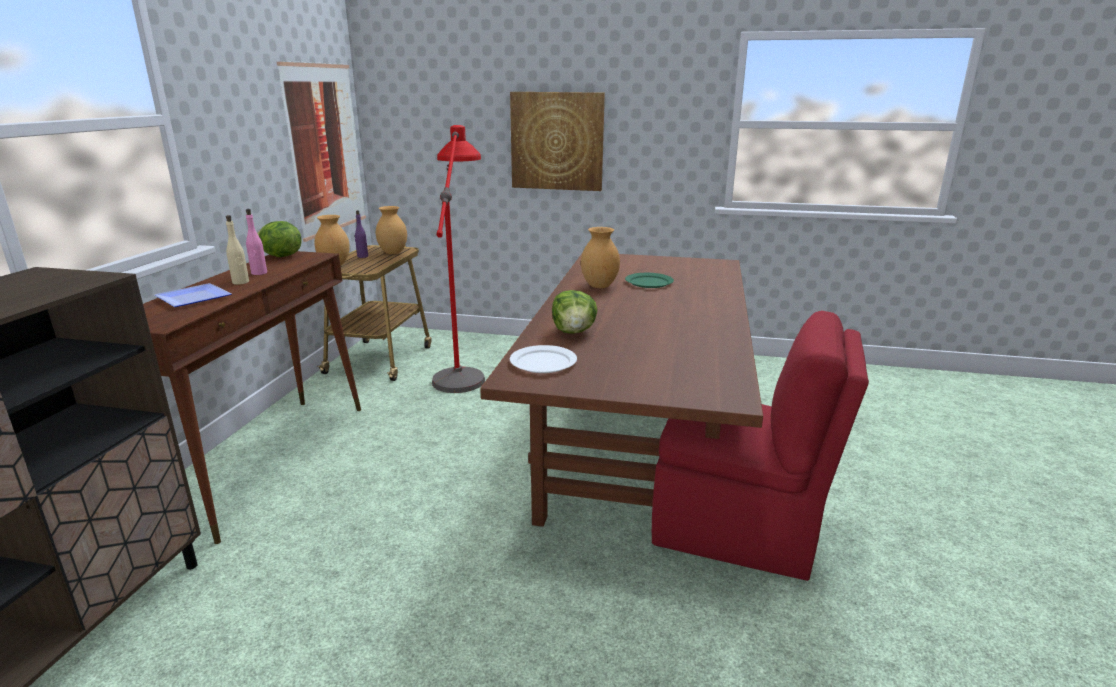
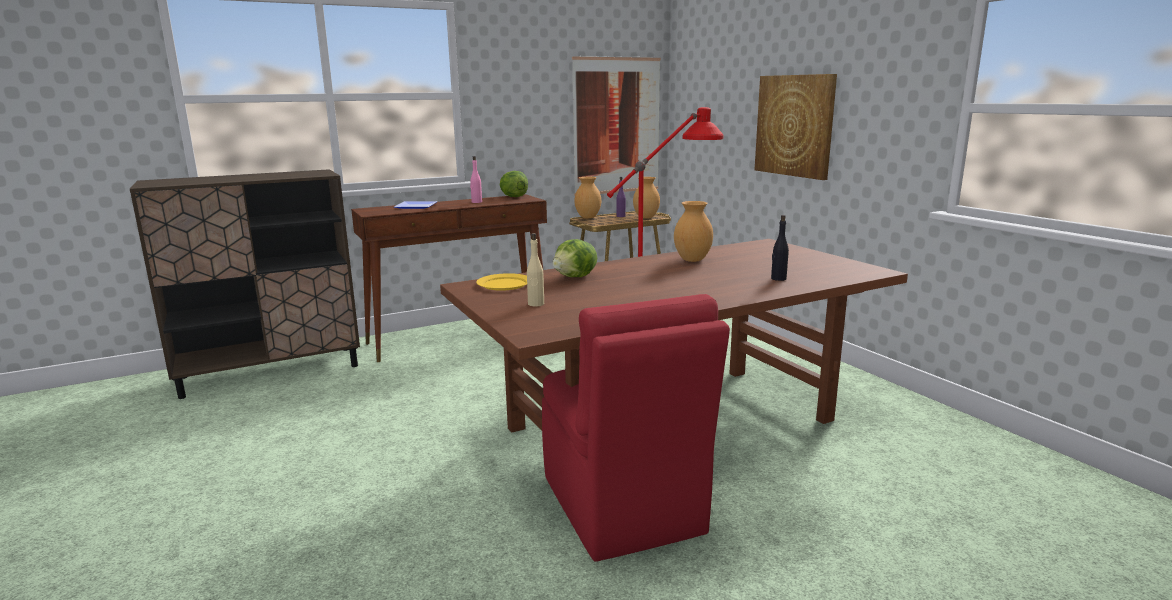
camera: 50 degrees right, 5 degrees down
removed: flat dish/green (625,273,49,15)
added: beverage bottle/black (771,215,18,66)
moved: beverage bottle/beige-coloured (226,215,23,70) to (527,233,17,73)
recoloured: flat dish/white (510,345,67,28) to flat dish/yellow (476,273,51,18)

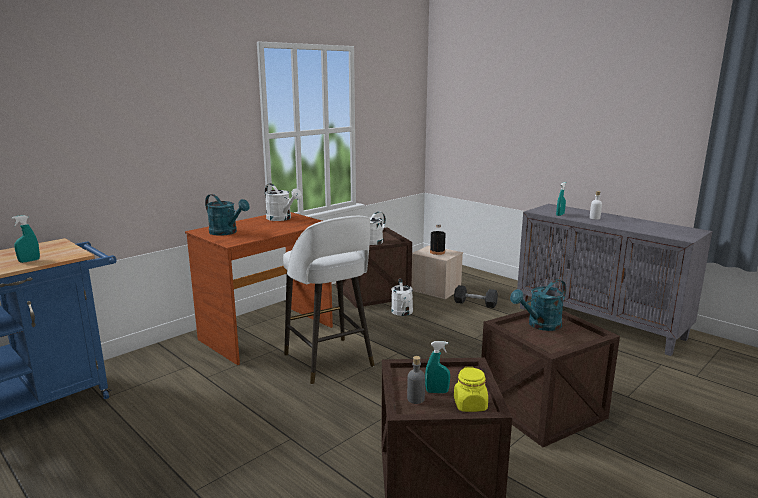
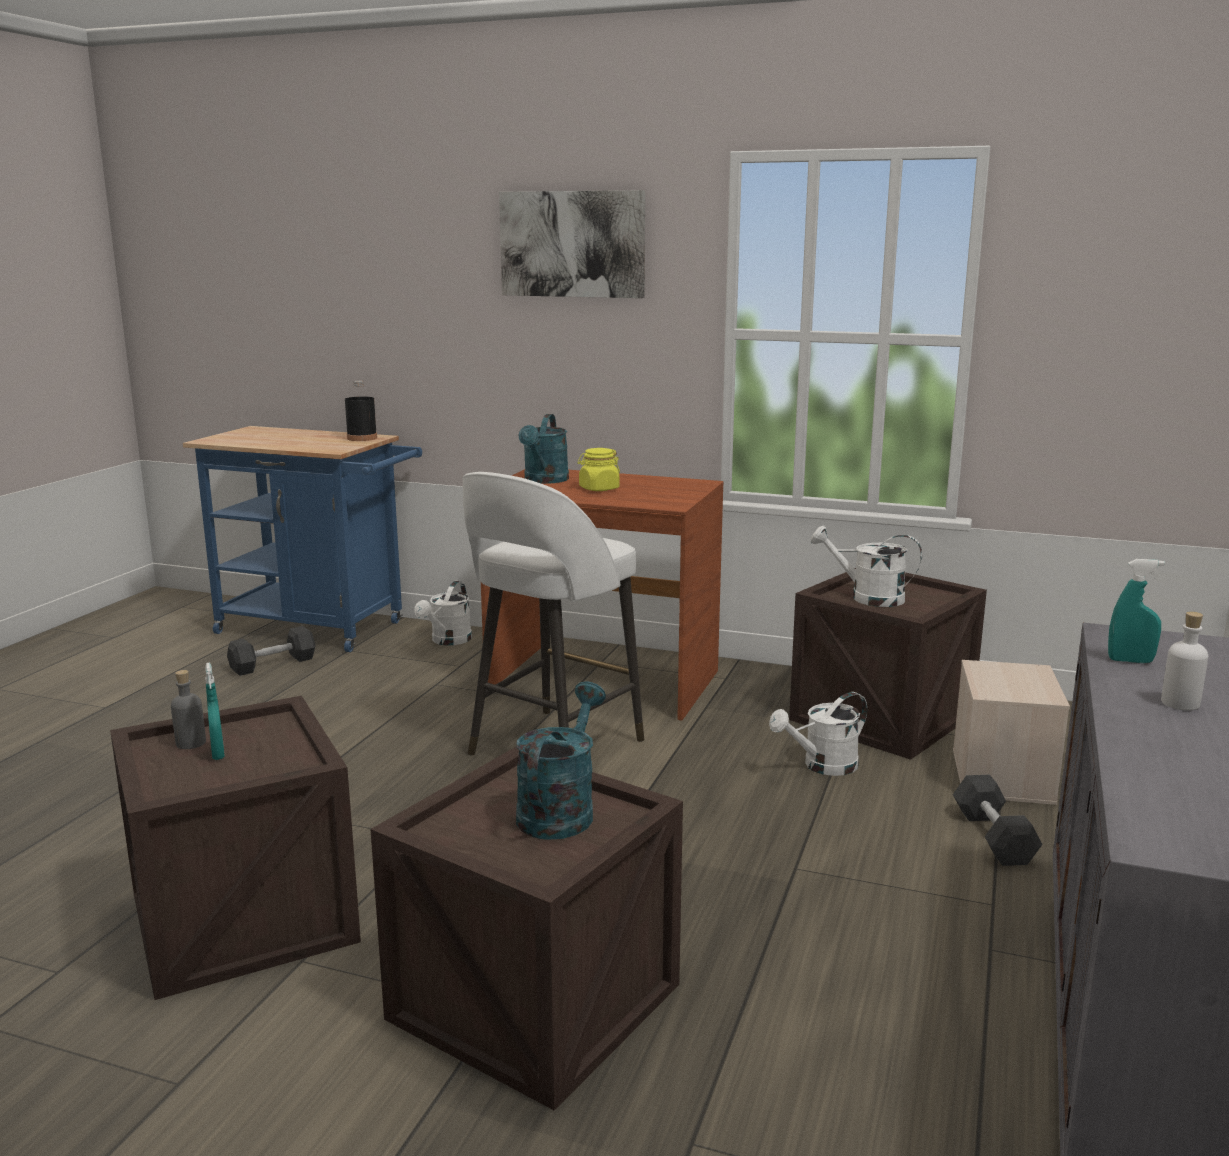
camera: 65 degrees right, 0 degrees up
removed: hand sprayer/blue-green (12,215,28,48)
added: dumbbell/grey (227,626,88,50); wall art (499,190,146,108)
moved: beverage bottle/black (430,224,16,31) to (345,381,32,60); sprinkling can/white (265,183,37,38) to (414,581,58,64); preserve jar/yellow (454,367,34,45) to (578,448,42,43)
turned: sprinkling can/blue-green (510,279,56,52) = (516,682,90,158) 75 degrees clockwise

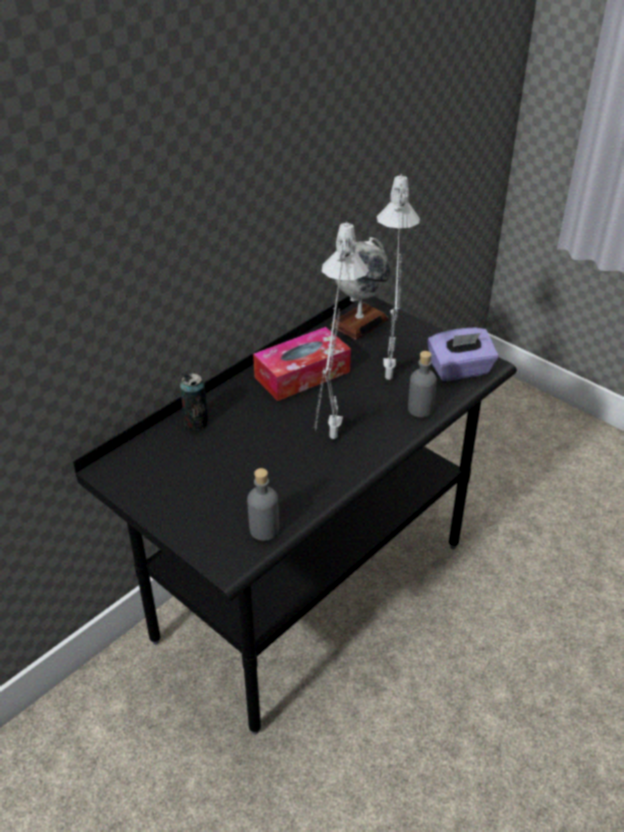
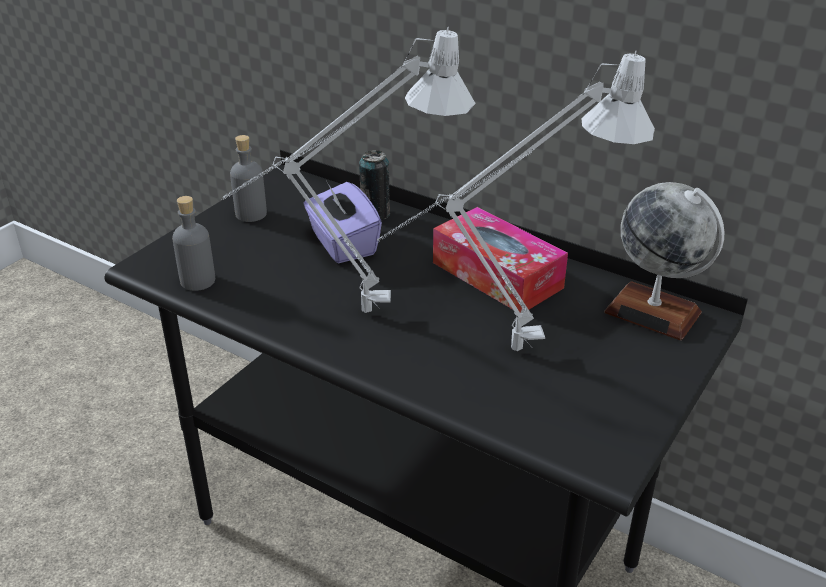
camera: 80 degrees right, 5 degrees down
moved: beverage bottle/grey (408,351,29,66) to (230,135,37,87); tissue box/purple (427,328,71,53) to (303,182,79,81)

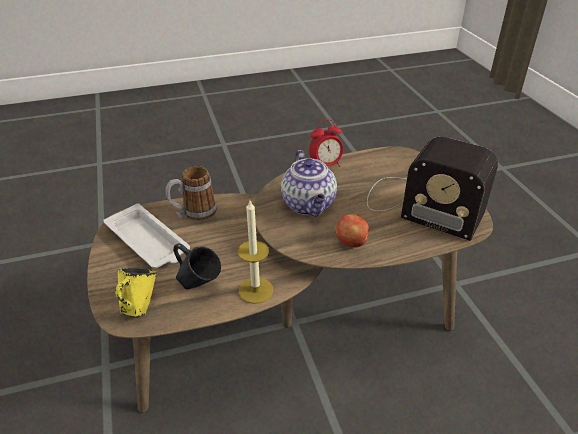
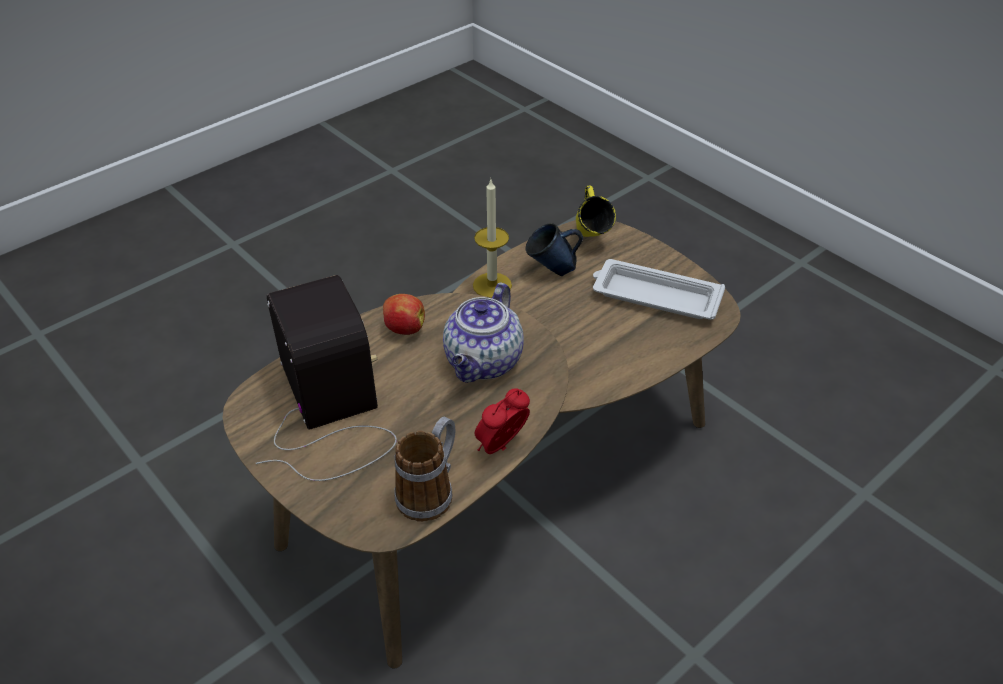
camera: 155 degrees right, 5 degrees up
moved: mug (165,166,52,54) to (395,417,60,105)
turned: radio set (367,137,131,104) = (256,275,141,206) 60 degrees clockwise; teapot (281,150,56,66) = (443,283,81,100) 120 degrees counterclockwise

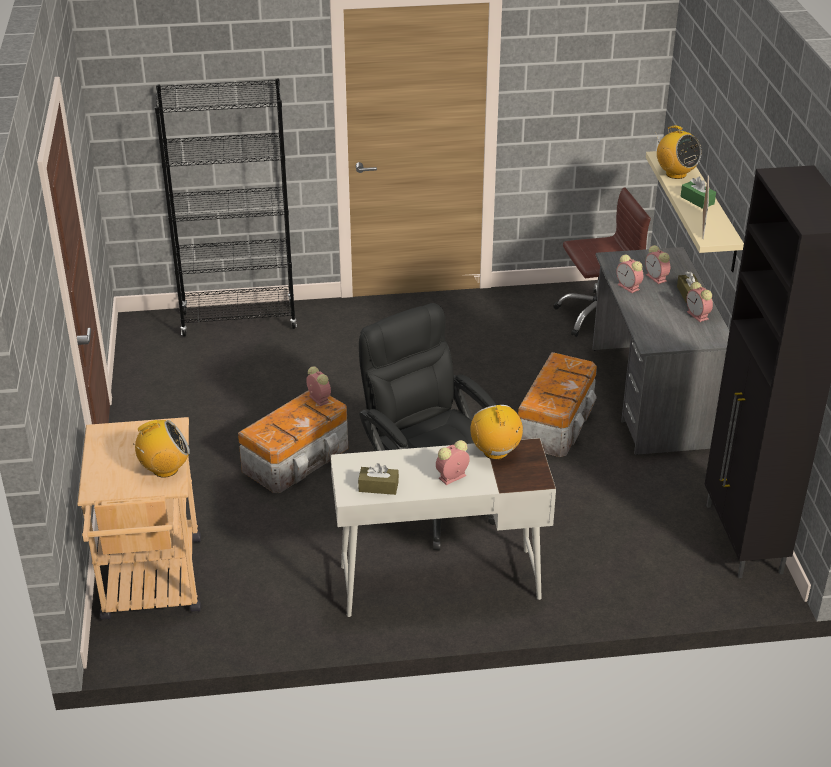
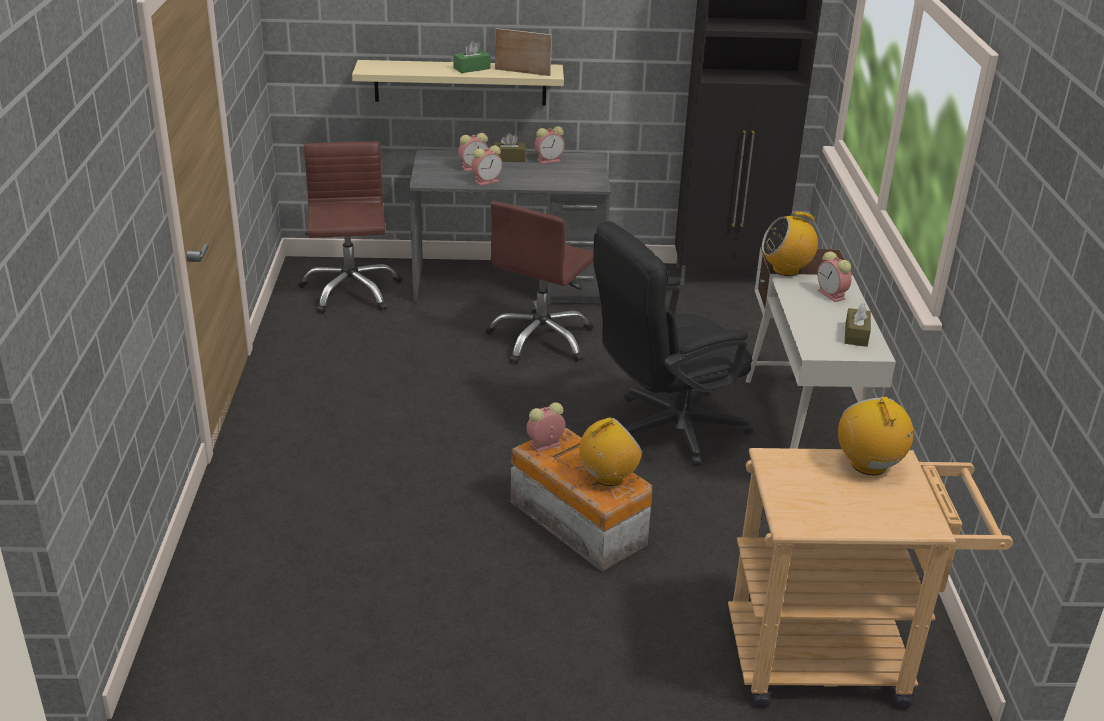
camera: 85 degrees left, 5 degrees down
removed: shelving unit/black (155,78,142,259)
moved: radio set (655,126,47,53) to (579,417,64,69)
replaced: storage bin (518,352,79,105) to office chair/brown-coloured (485,201,109,163)

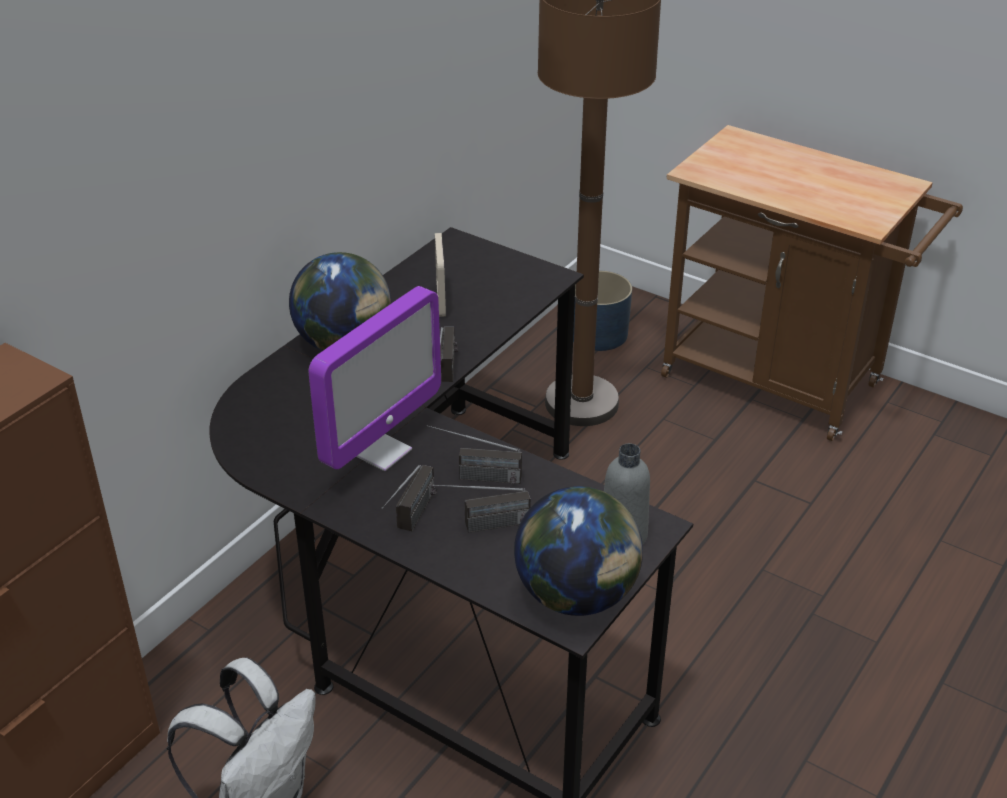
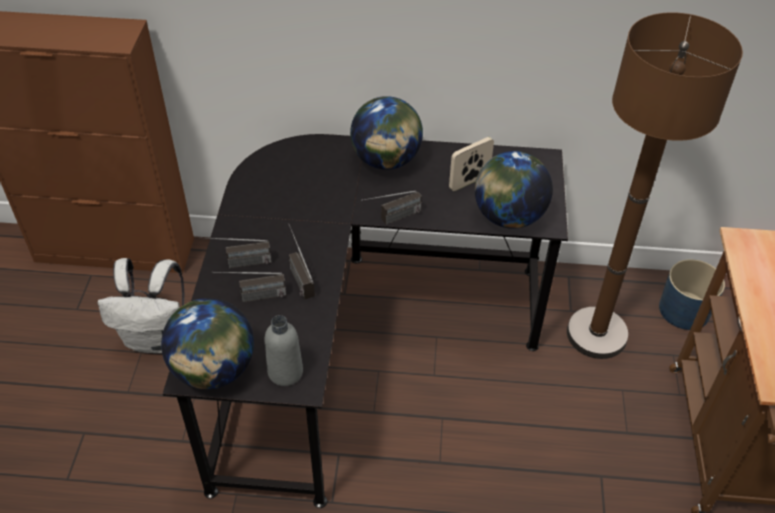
camera: 60 degrees right, 10 degrees up
removed: monitor (309,286,132,185)
added: desk globe (475,151,78,78)
turned: radio set (429,484,102,49) = (212,272,74,30) 60 degrees counterclockwise

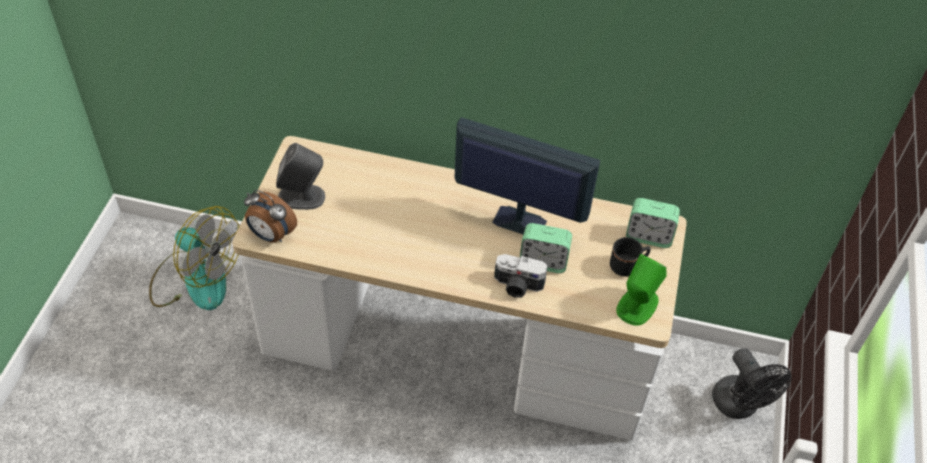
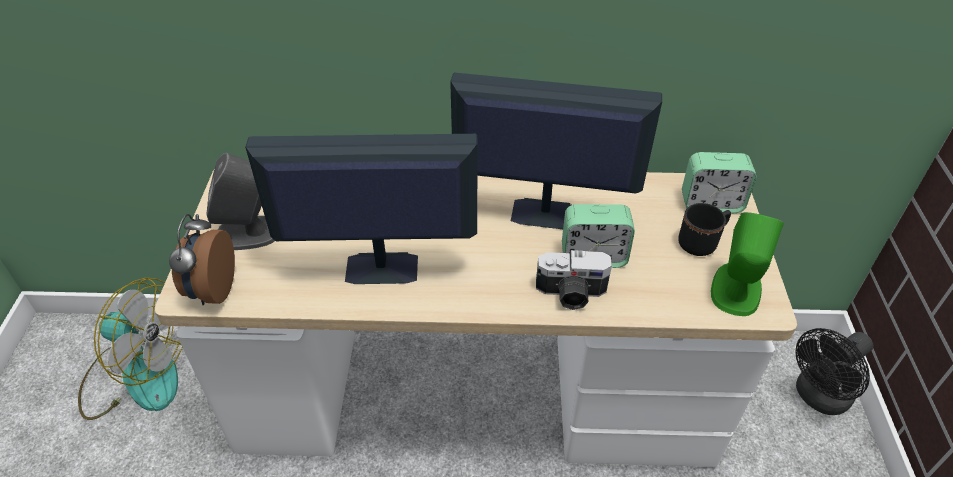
camera: 10 degrees left, 5 degrees down
added: monitor (245,134,233,150)
turned: alarm clock (244,190,53,53) = (169,214,66,91) 75 degrees clockwise; cooling fan/black (712,348,80,71) = (795,328,78,87) 90 degrees clockwise

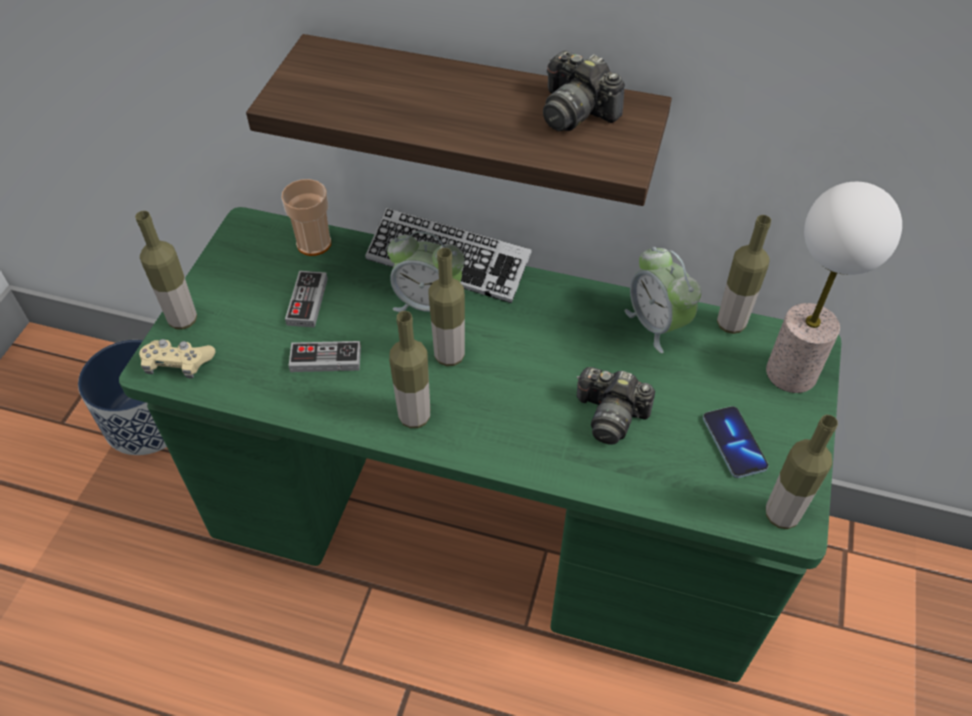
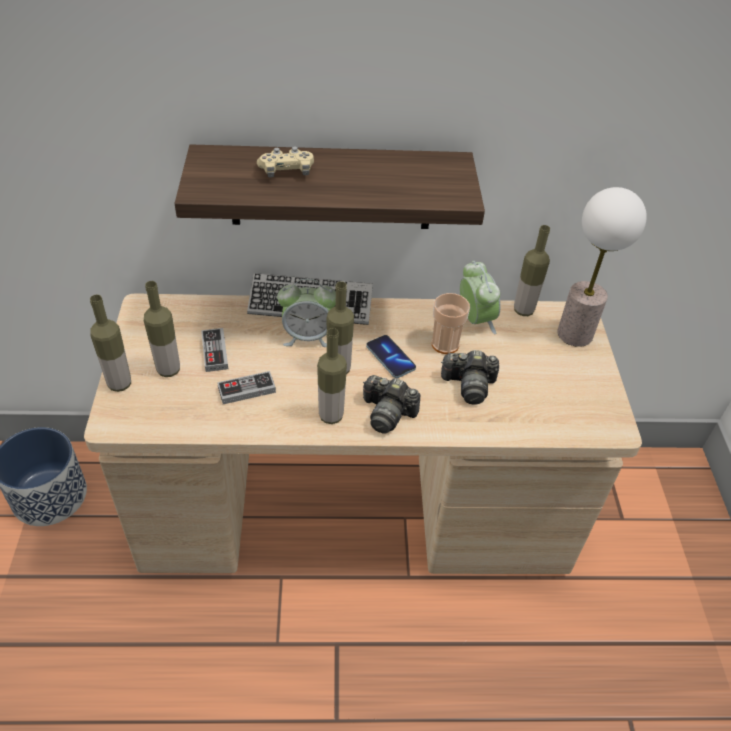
camera: 20 degrees left, 5 degrees down
moved: beverage bottle (766,415,72,114) to (144,281,36,96); gamepad/beige-coloured (139,339,77,40) to (257,147,57,31); photo camera (543,50,82,81) to (363,375,58,59); telephone (703,406,66,72) to (366,335,50,43); small cup (281,179,50,77) to (432,293,38,61)
recoloured: desk/green (119,207,722,475) to desk/beige-coloured (84,293,558,281)
turned: alarm clock (624,247,77,106) = (460,261,40,73) 150 degrees counterclockwise

